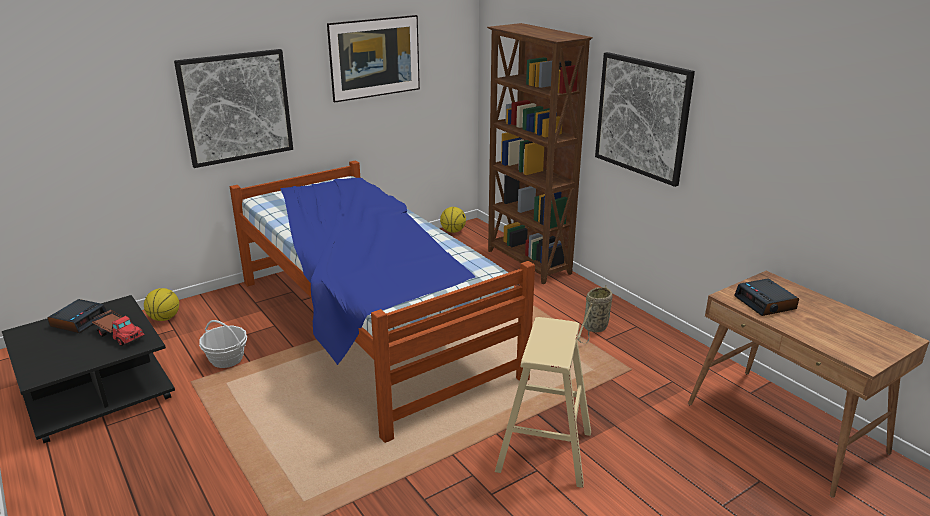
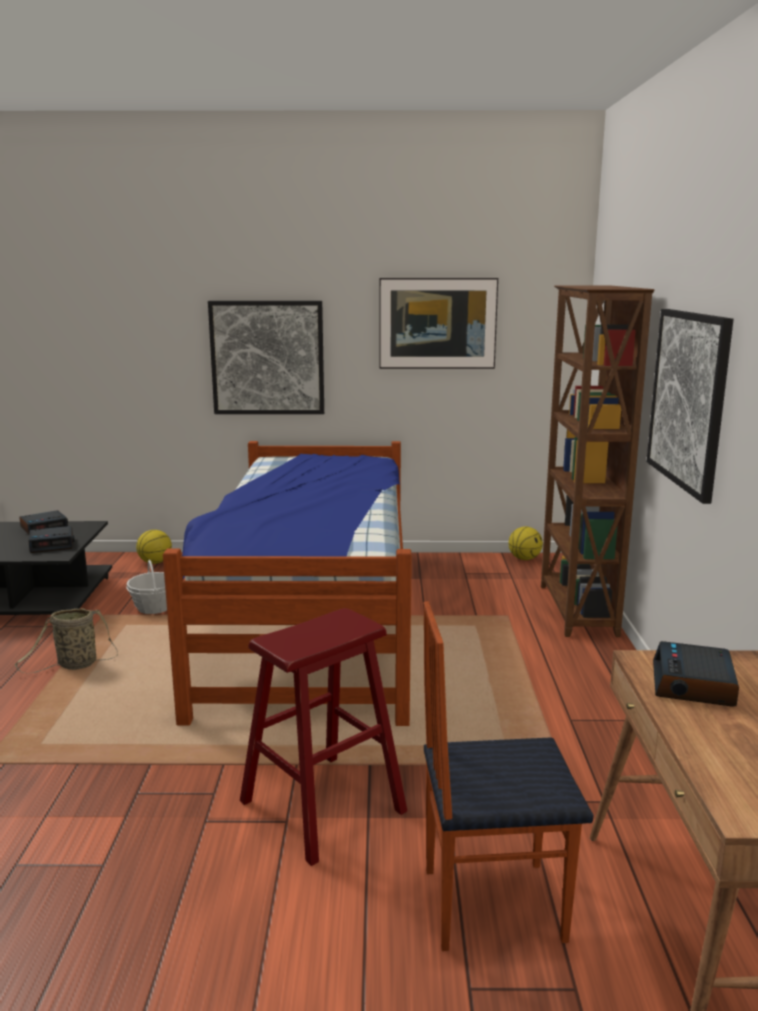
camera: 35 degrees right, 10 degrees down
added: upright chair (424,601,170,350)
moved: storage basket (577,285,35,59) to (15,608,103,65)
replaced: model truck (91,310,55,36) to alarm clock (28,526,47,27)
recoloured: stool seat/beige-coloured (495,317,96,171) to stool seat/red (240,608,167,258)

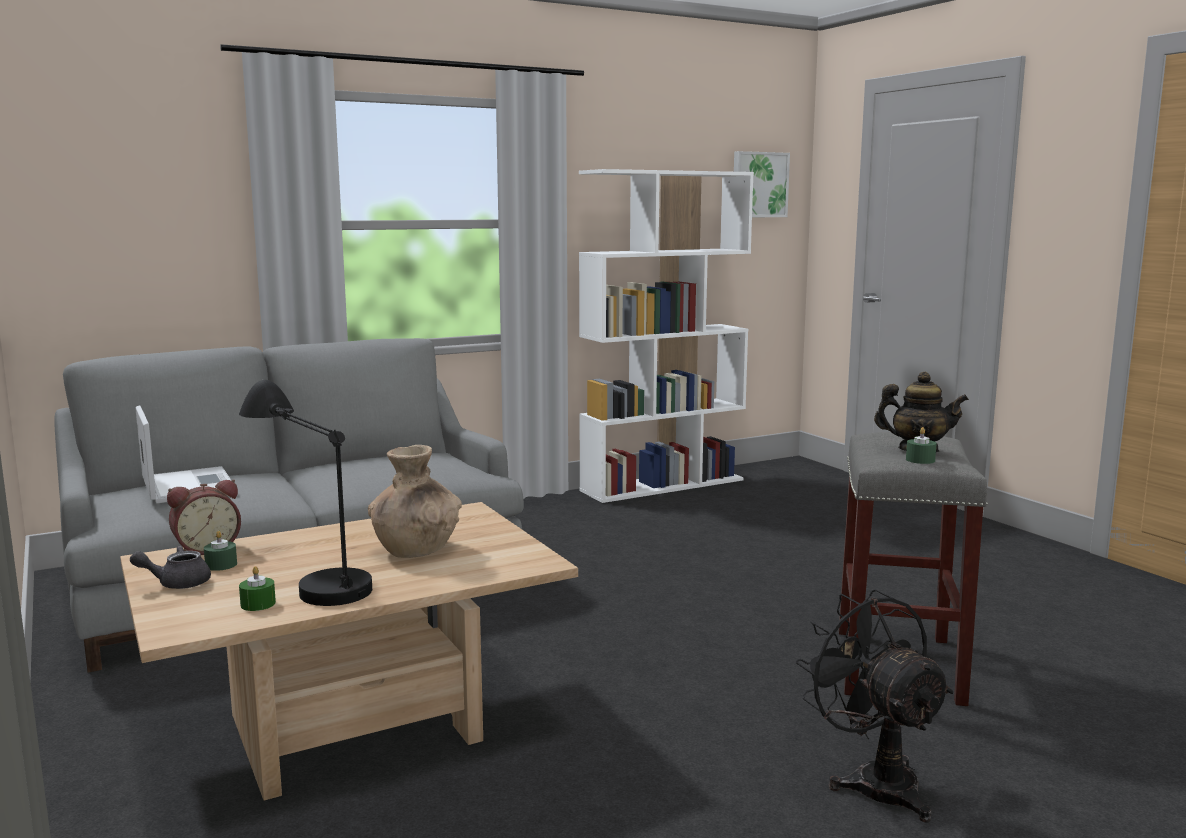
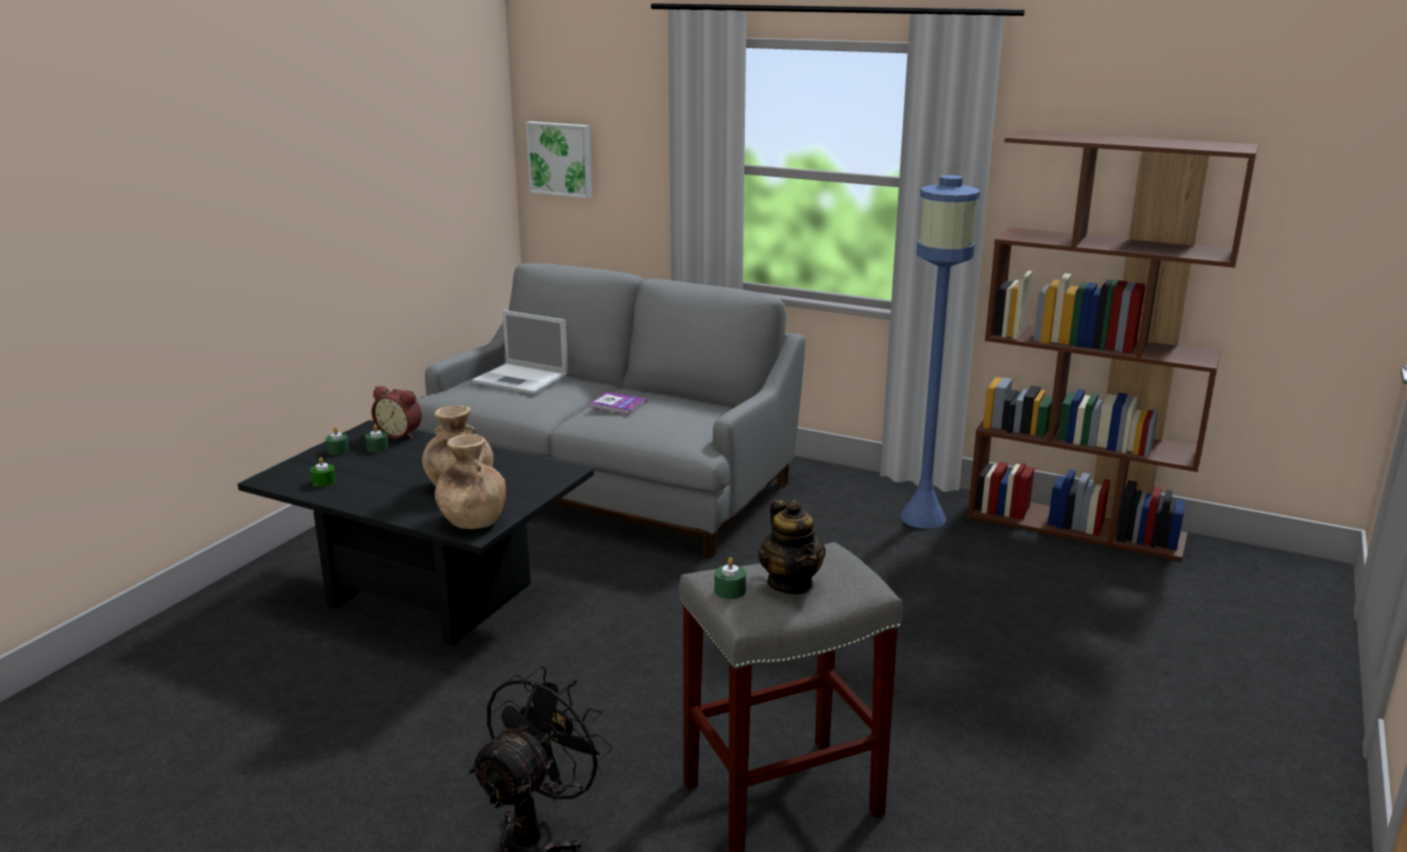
camera: 55 degrees right, 10 degrees up
removed: lamp for a table/black (239,380,133,226)
added: decorative vase/brown-coloured (435,434,71,95); book (590,392,57,22); standard lamp/blue-coloured (900,175,80,354)
moved: wall art (734,151,56,66) to (526,121,66,77)
replaced: teapot/grey (130,546,81,43) to wax candle/green (326,427,23,28)
recoloured: low table/beige-coloured (120,502,458,299) to low table/black (238,420,356,225); shelving unit/white (579,169,175,334) to shelving unit/brown-coloured (967,130,291,431)
turned: portable computer (135,405,97,98) = (472,310,96,85) 90 degrees clockwise

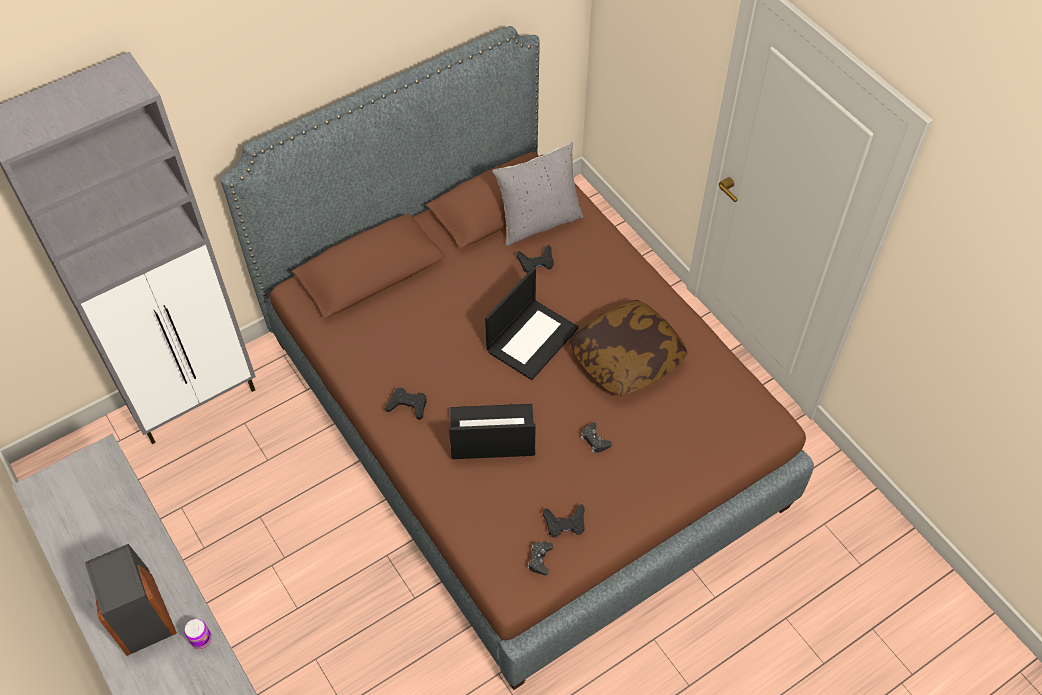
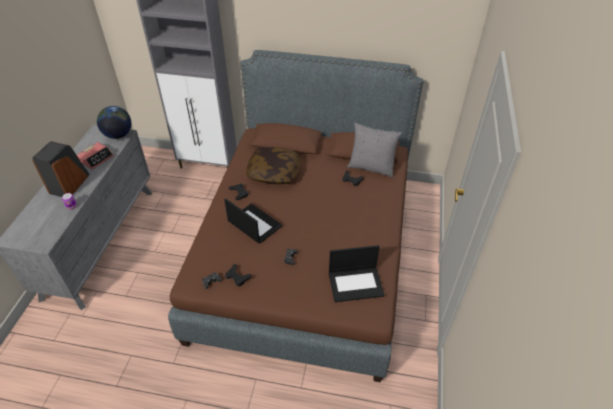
camera: 45 degrees right, 10 degrees down
added: alarm clock (77,142,37,27); desk globe (97,106,35,33)
moved: pillow (569,300,119,96) to (246,147,54,37); portable computer (485,267,94,113) to (329,245,56,57)

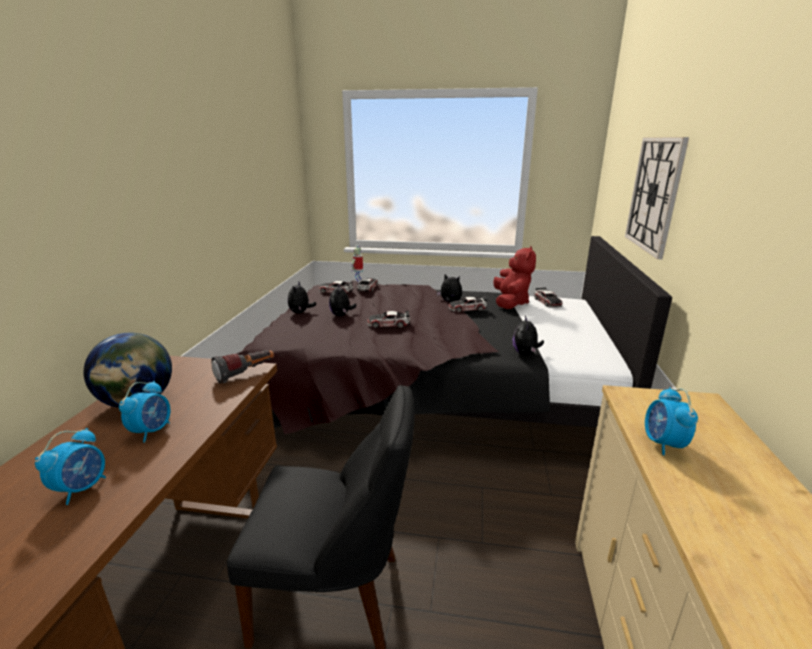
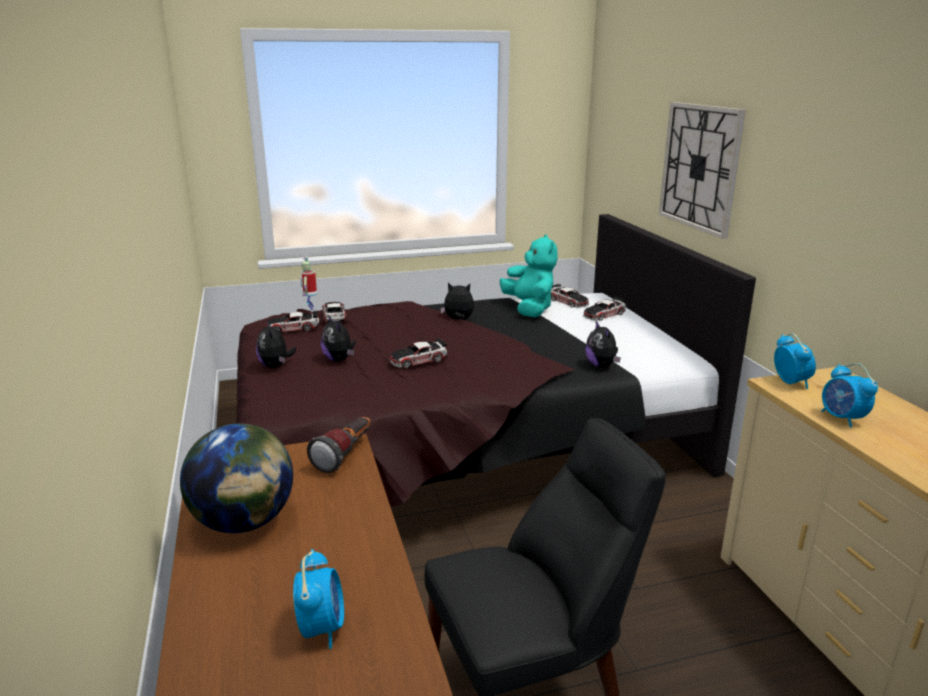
camera: 25 degrees left, 0 degrees up
moved: toy car (448,296,39,16) to (583,296,43,25); alarm clock (119,381,52,62) to (774,333,42,56)
recoloured: soft toy/red (493,246,43,63) to soft toy/blue-green (500,234,58,83)

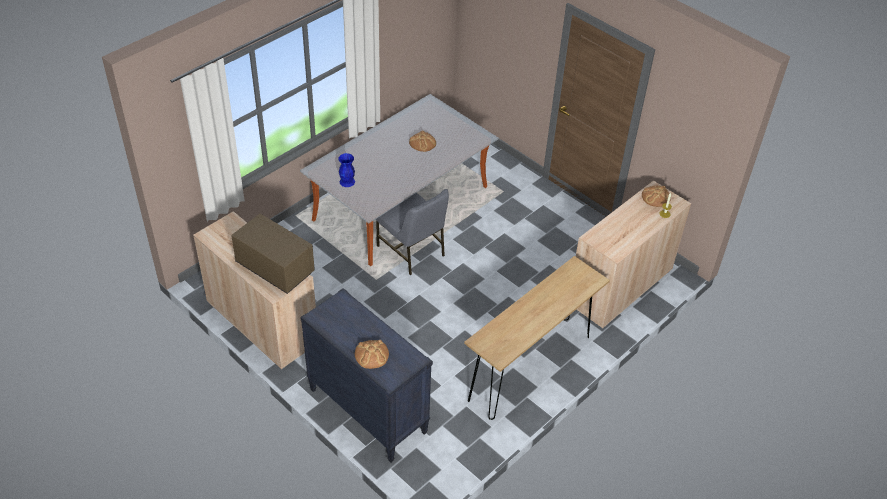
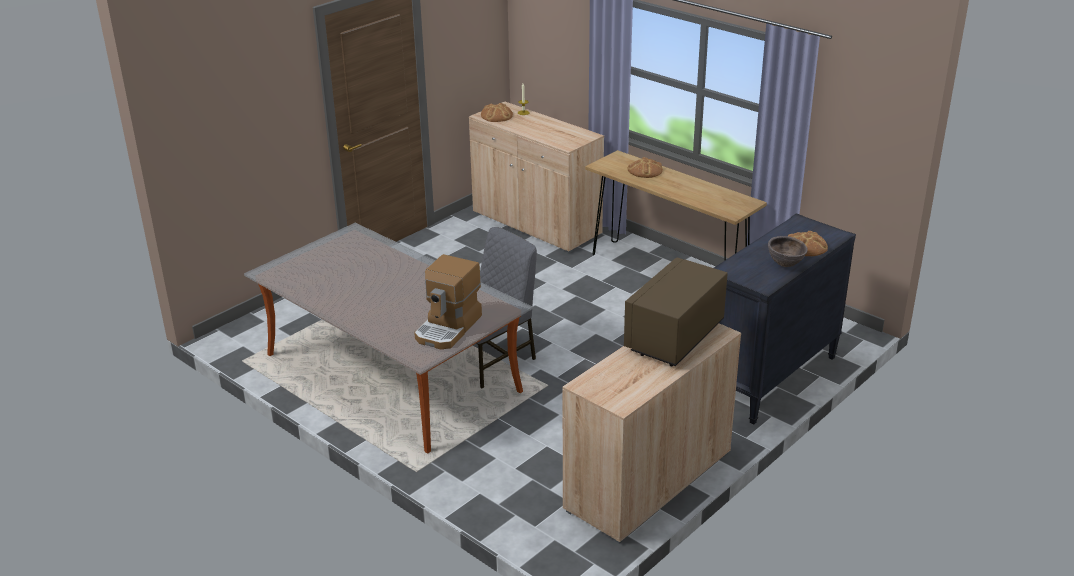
camera: 90 degrees left, 15 degrees down
added: serving bowl/brown-coloured (768,236,40,31)
moved: bakery bread (409,130,27,22) to (627,157,36,21)
replaced: decorative vase/blue-coloured (338,153,17,34) to coffee brewer (414,254,68,95)

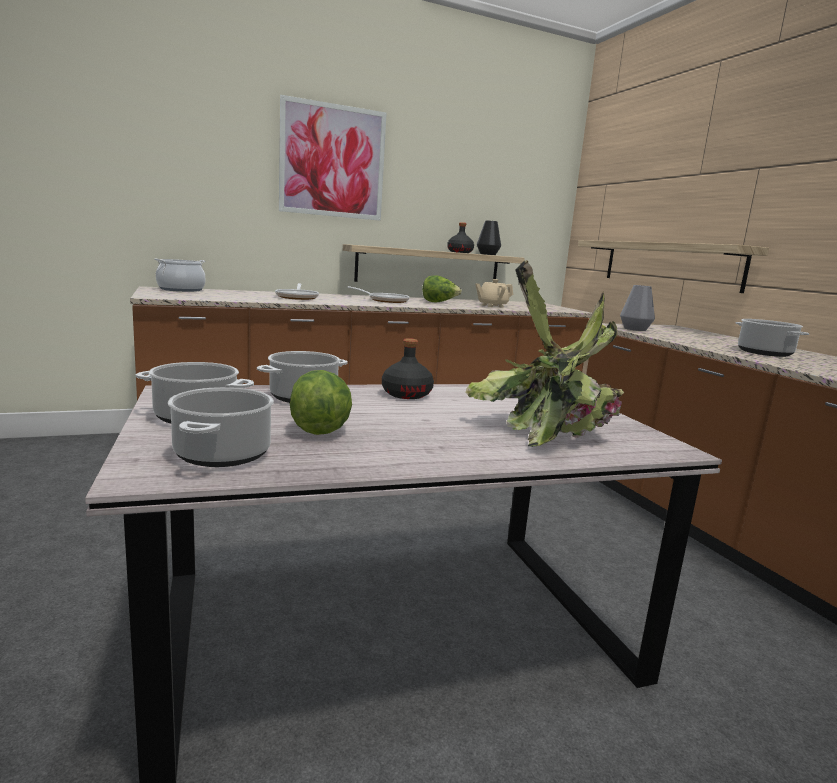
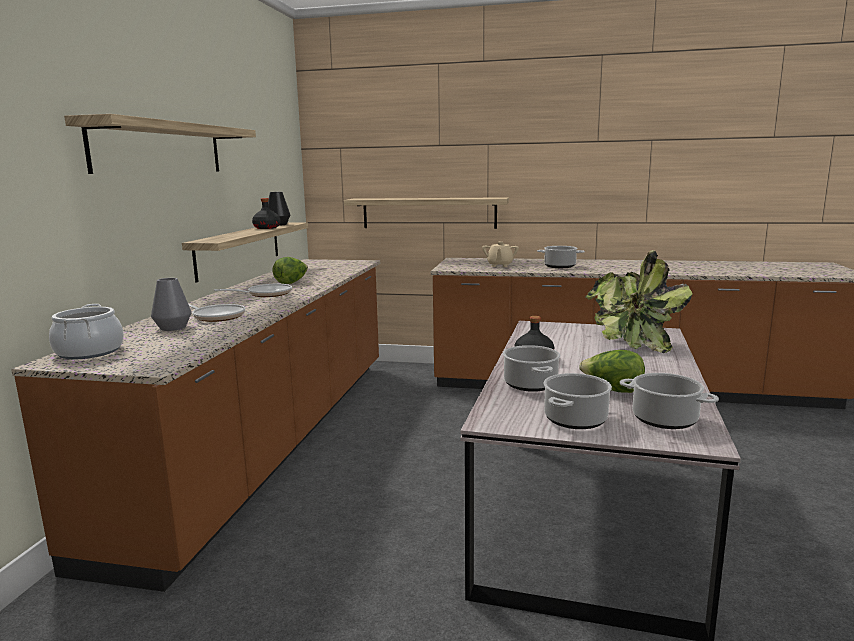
camera: 55 degrees left, 0 degrees up
moved: decorative vase/grey (620,285,35,46) to (151,278,41,53); teapot/beige-coloured (475,279,38,29) to (482,241,37,26)
replaced: wall art (279,95,108,126) to shelf (64,114,192,60)

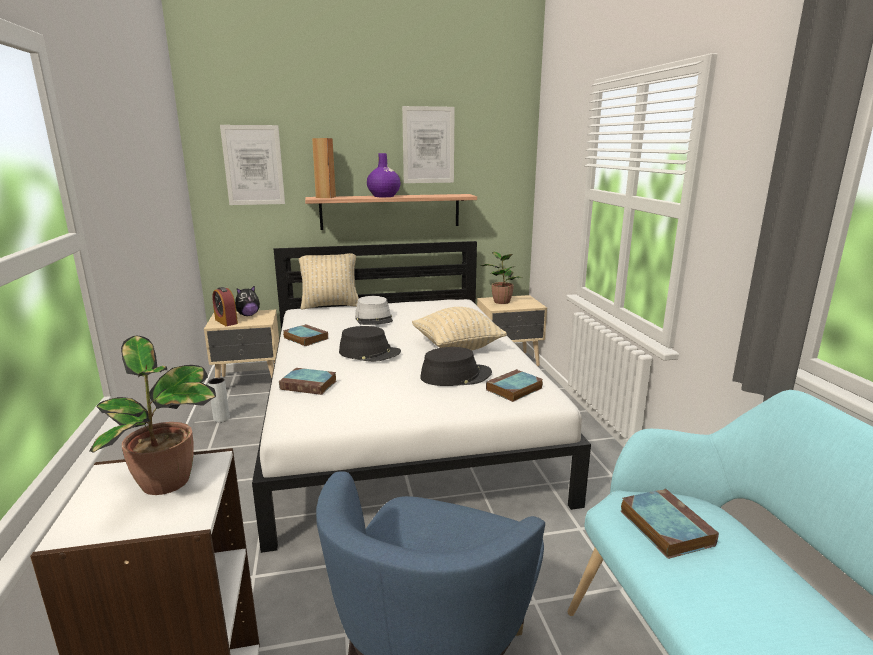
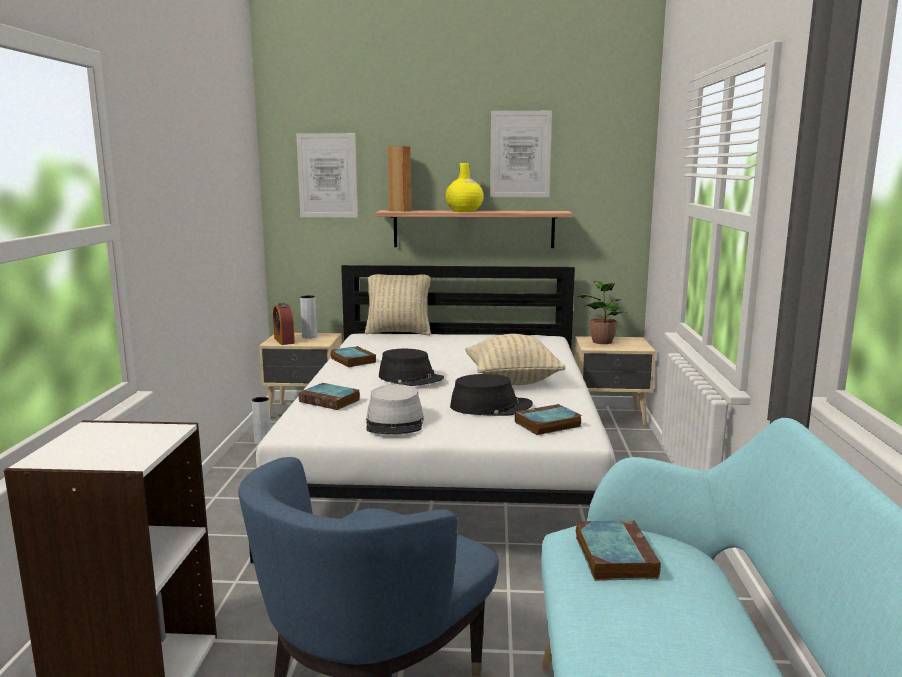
camera: 15 degrees right, 5 degrees down
removed: plant in a pot (89,336,127,159)
moved: wearable hat/grey (355,296,38,29) to (366,384,58,50)
replaced: soft toy (235,285,25,31) to decorative vase/grey (300,295,17,43)
recoloured: decorative vase/purple (367,153,33,44) to decorative vase/yellow (445,163,39,49)

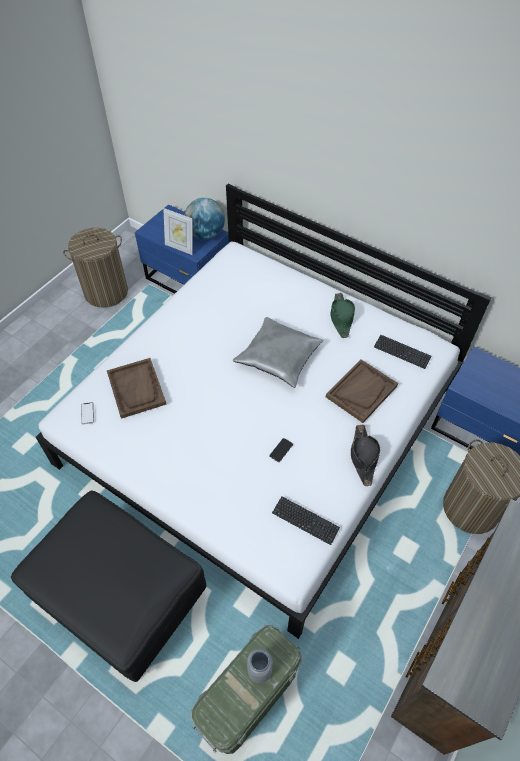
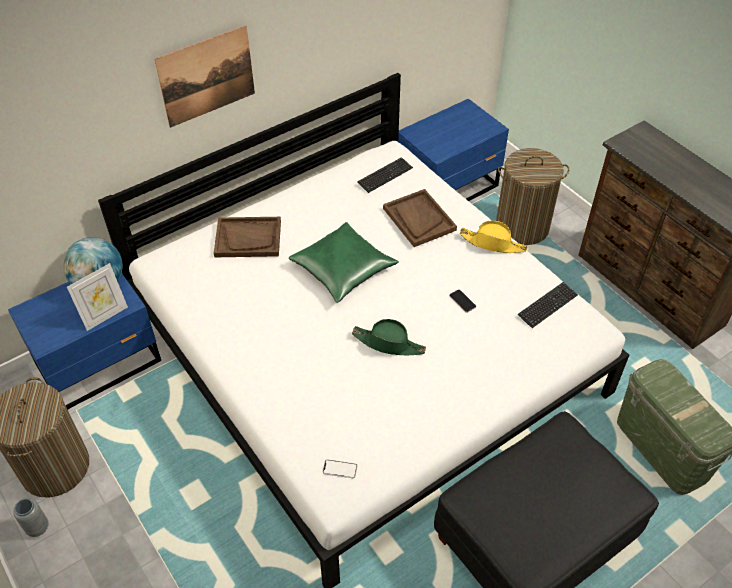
camera: 70 degrees left, 5 degrees down
added: wall art (155,25,100,103)
moved: decorative vase/grey (247,648,26,35) to (13,498,36,39); serving tray/brown-coloured (107,358,60,61) to (214,217,67,40); wearable hat/green (331,293,24,45) to (352,319,74,37)
recoloured: pillow/grey (233,317,90,71) to pillow/green (289,222,110,81); wearable hat/black (351,424,29,62) to wearable hat/yellow (460,221,67,32)

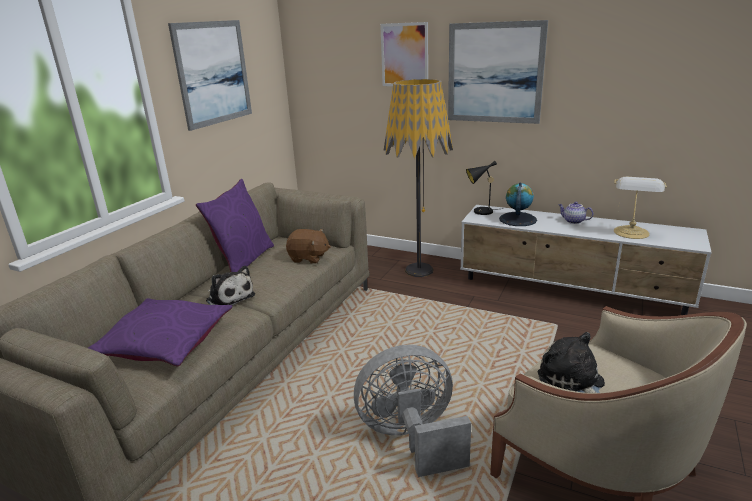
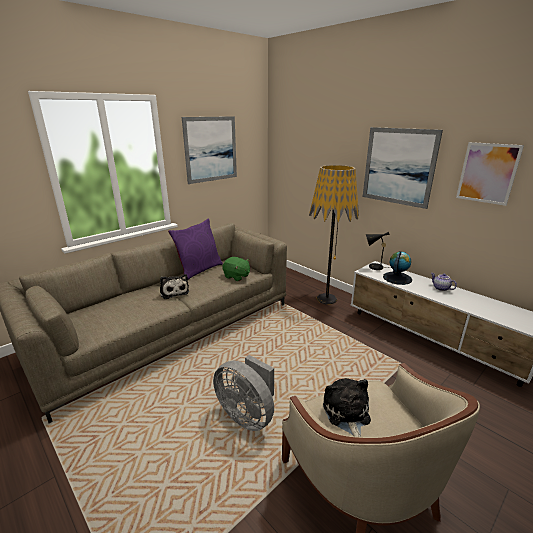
camera: 20 degrees right, 0 degrees up
removed: pillow/purple (88,298,144,68); lamp for a table (614,177,53,62)
moved: wall art (380,22,48,64) to (456,142,68,64)
recoloured: soft toy/brown-coloured (286,229,45,35) to soft toy/green (222,257,28,24)
turned: cooling fan/grey (354,345,117,132) = (213,355,61,76) 150 degrees counterclockwise

